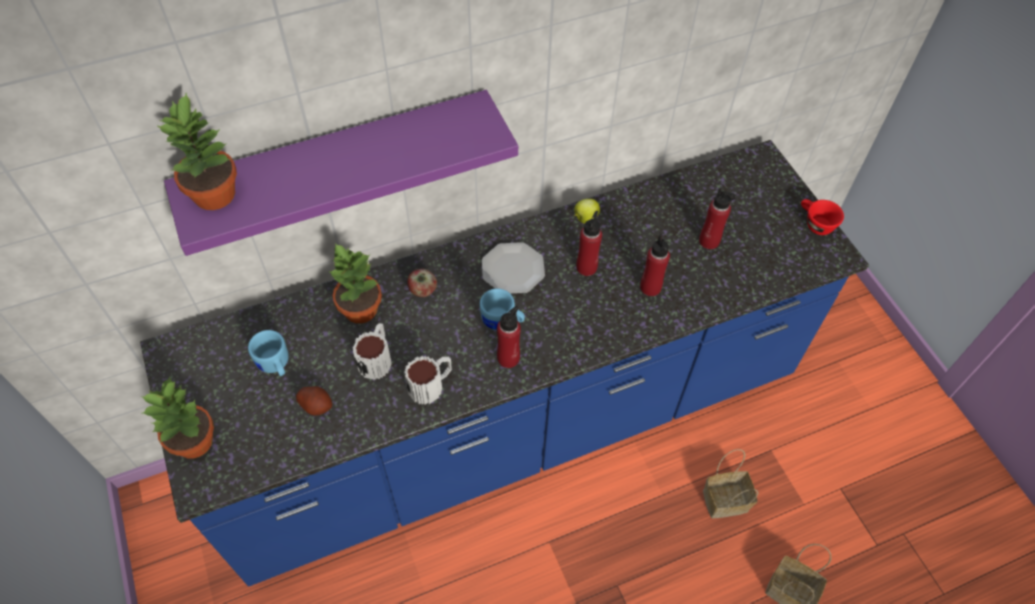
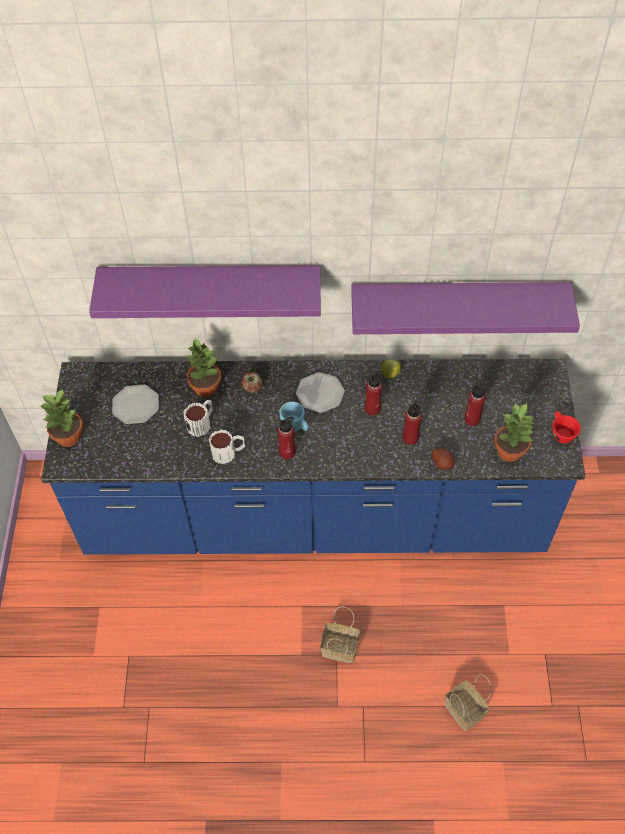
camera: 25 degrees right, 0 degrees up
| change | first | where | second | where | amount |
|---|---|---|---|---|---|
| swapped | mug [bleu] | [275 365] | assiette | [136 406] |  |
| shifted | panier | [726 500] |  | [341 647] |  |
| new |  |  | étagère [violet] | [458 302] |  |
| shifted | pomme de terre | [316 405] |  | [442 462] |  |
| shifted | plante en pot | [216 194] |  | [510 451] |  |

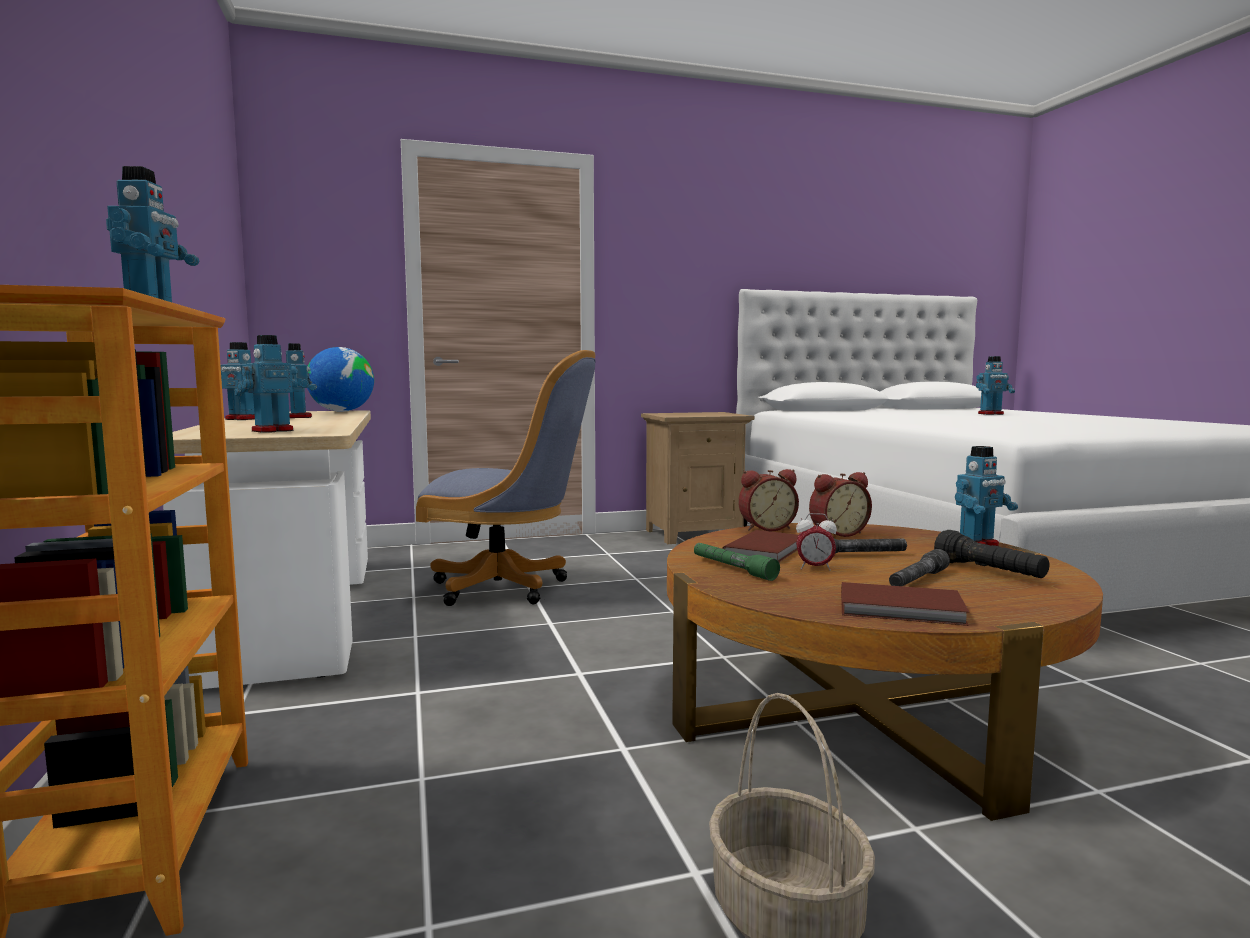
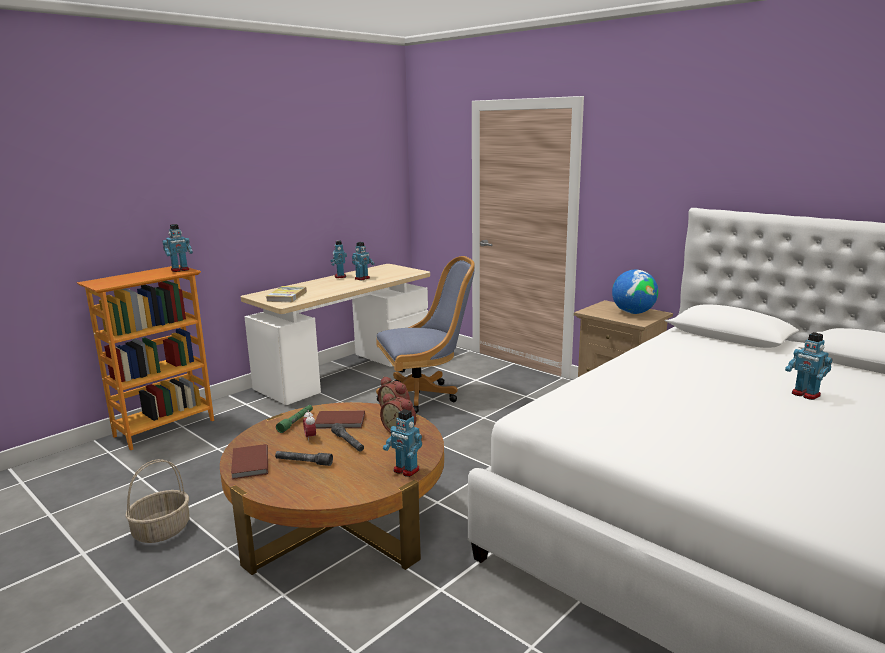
camera: 60 degrees right, 10 degrees up
| change | first | where | second | where | amount |
|---|---|---|---|---|---|
| swapped | robot jouet | [272 431] | livre | [287 296] |  |
| rotated | chaise de bureau [bleu] | [511 589] |  | [424 396] | 90 degrees counterclockwise |
| shifted | globe | [341 411] |  | [633 313] |  |
| gone | lampe de poche [noir] | [989 572] |  |  |  |

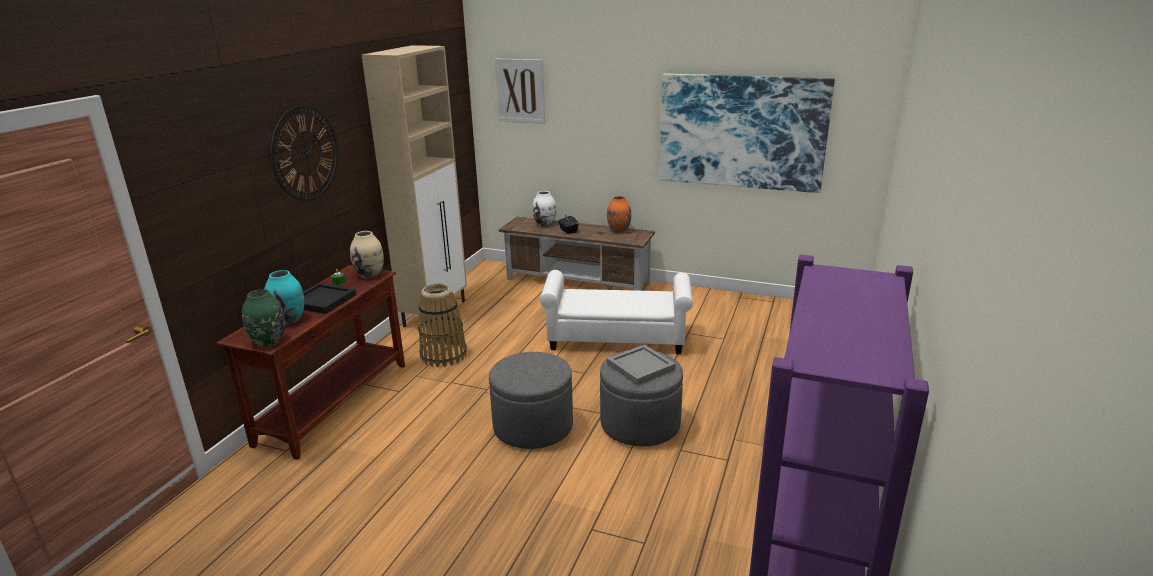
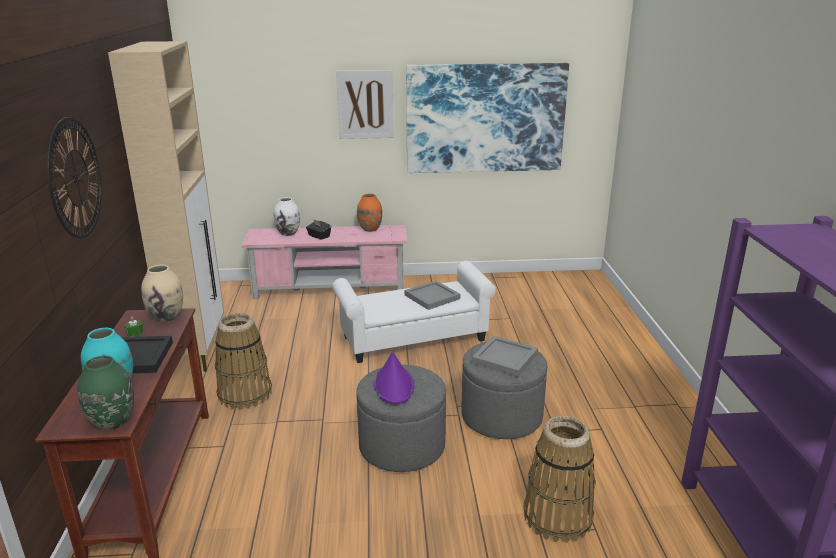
camera: 25 degrees left, 0 degrees up
| change | first | where | second | where | amount |
|---|---|---|---|---|---|
| repainted | meuble télé [marron] | [577 281] | meuble télé [rose] | [330 288] |  |
| shifted | tableau | [520 91] |  | [365 104] |  |
| new |  |  | chapeau [violet] | [393 385] |  |
| new |  |  | plateau [gris] | [432 296] |  |
| new |  |  | panier | [558 517] |  |

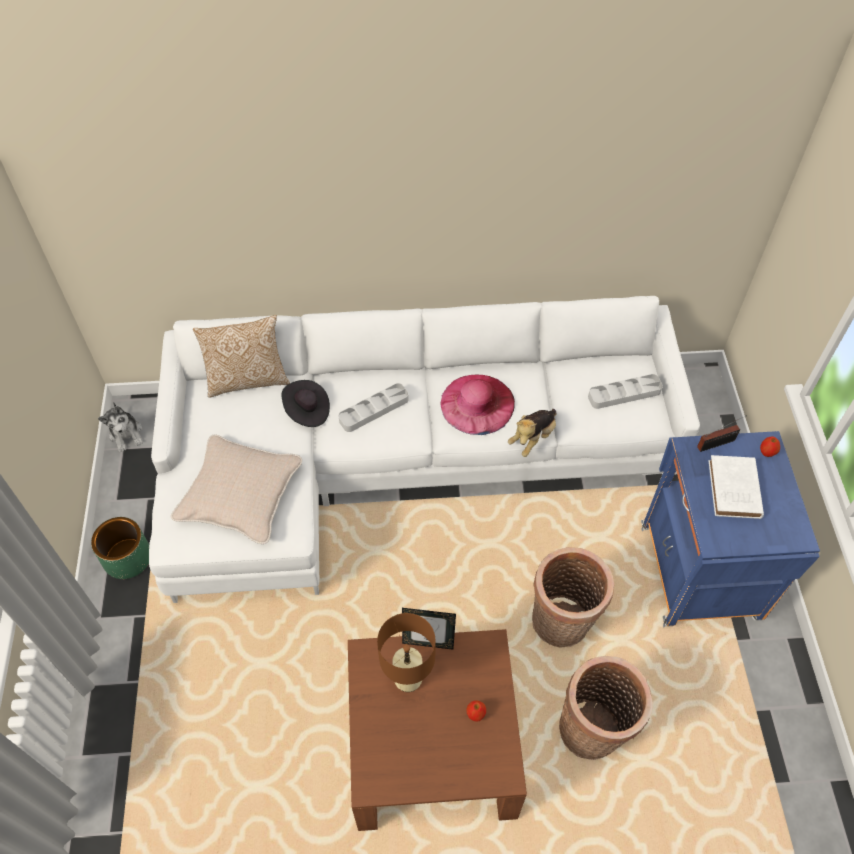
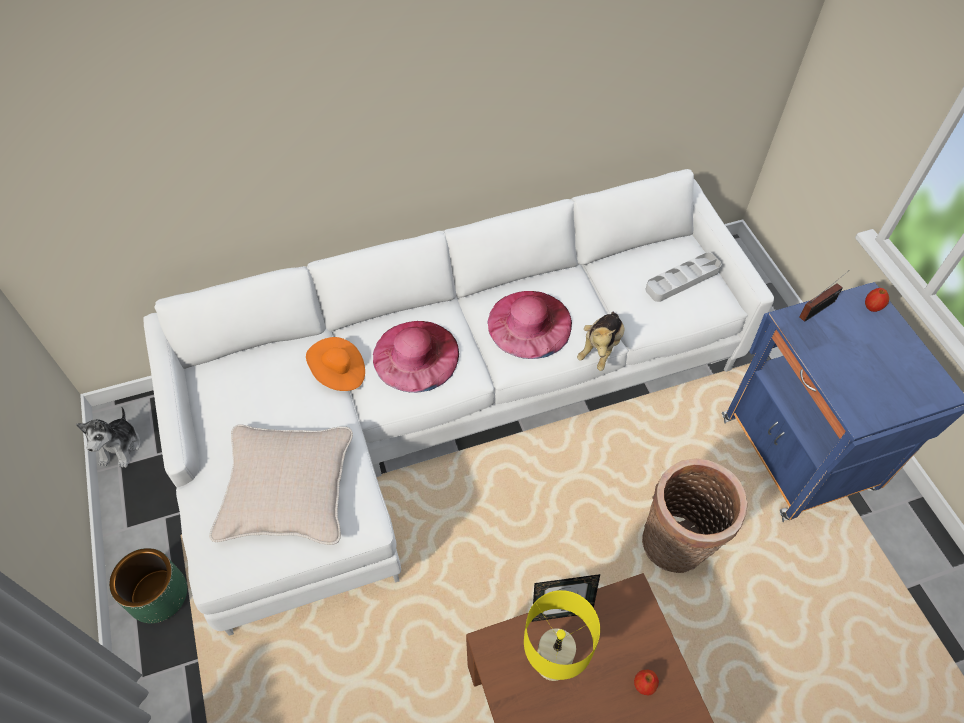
camera: 15 degrees left, 0 degrees up
| change | first | where | second | where | amount |
|---|---|---|---|---|---|
| rotated | peluche | [126 434] |  | [120 447] | 45 degrees clockwise |
| repainted | chapeau [noir] | [307 411] | chapeau [orange] | [338 373] |  |
| swapped | plateau [gris] | [374 410] | chapeau [rose] | [416 355] |  |
| repainted | lampe de table [marron] | [408 680] | lampe de table [jaune] | [553 665] |  |
| gone | coussin | [247 380] |  |  |  |
| gone | panier | [593 731] |  |  |  |
| gone | livre [blanc] | [734 491] |  |  |  |

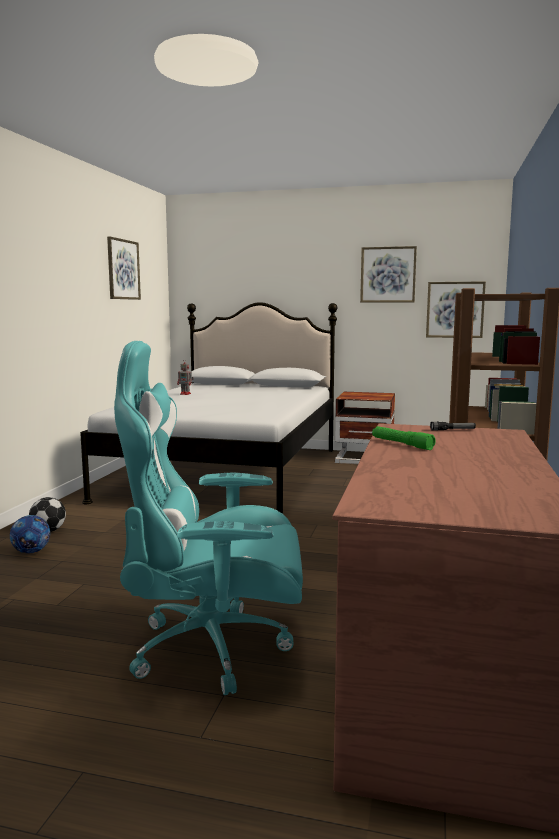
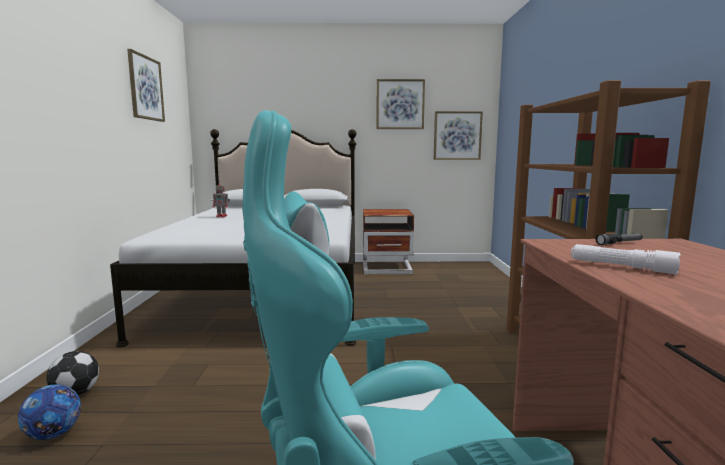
camera: 15 degrees left, 0 degrees up
| change | first | where | second | where | amount |
|---|---|---|---|---|---|
| repainted | lampe de poche [vert] | [402 444] | lampe de poche [blanc] | [621 267] |  |

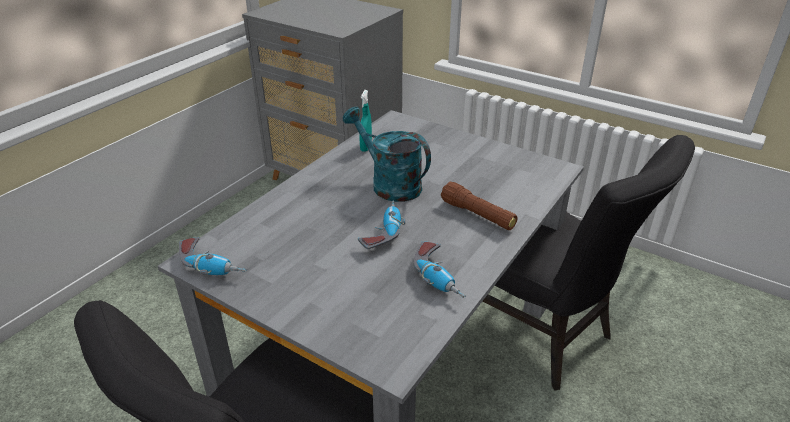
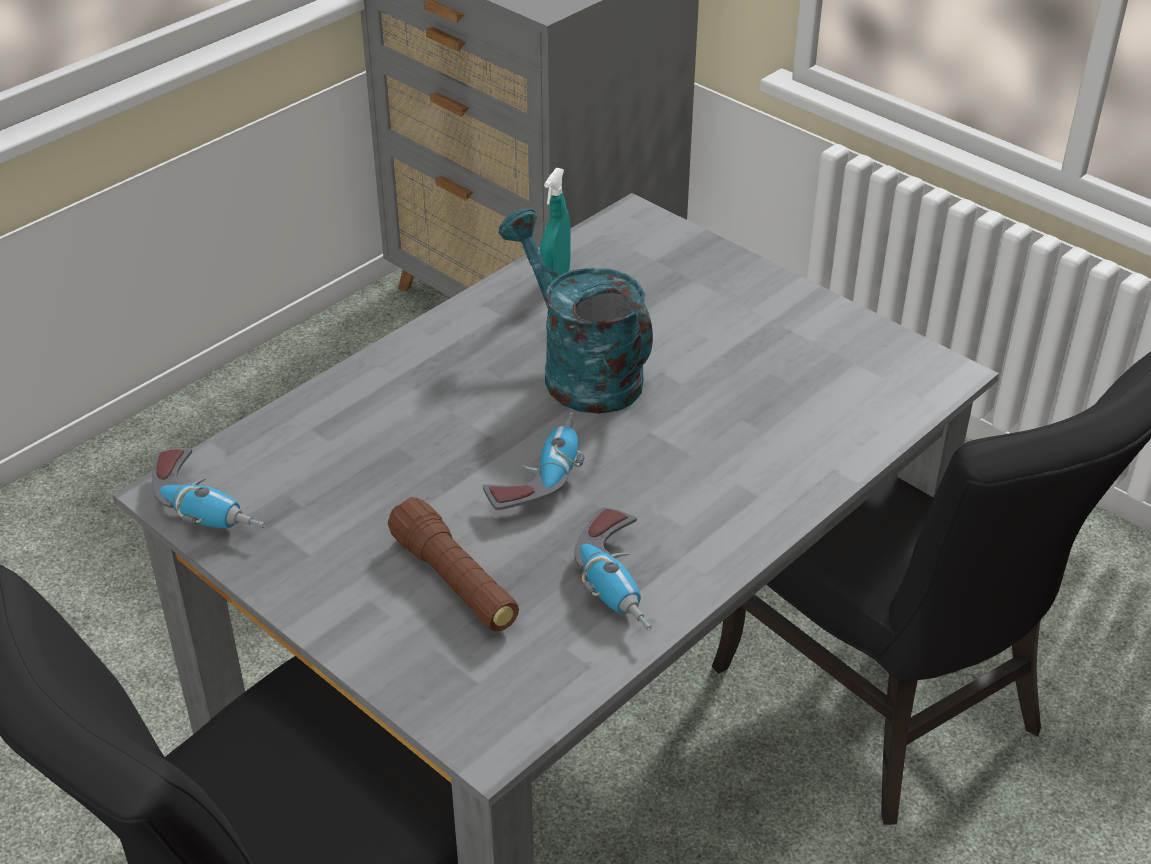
camera: 10 degrees right, 5 degrees up
| change | first | where | second | where | amount |
|---|---|---|---|---|---|
| shifted | lampe de poche [marron] | [477 215] |  | [454 581] |  |

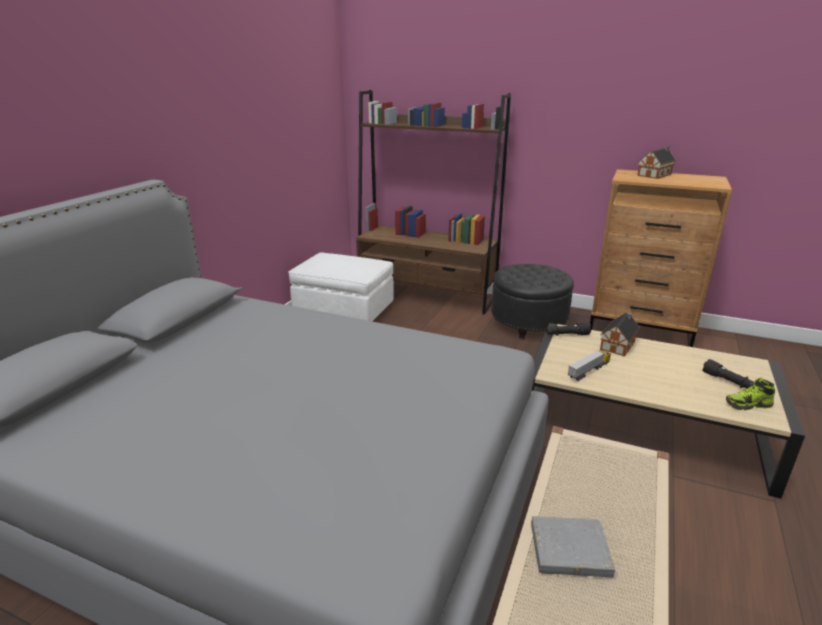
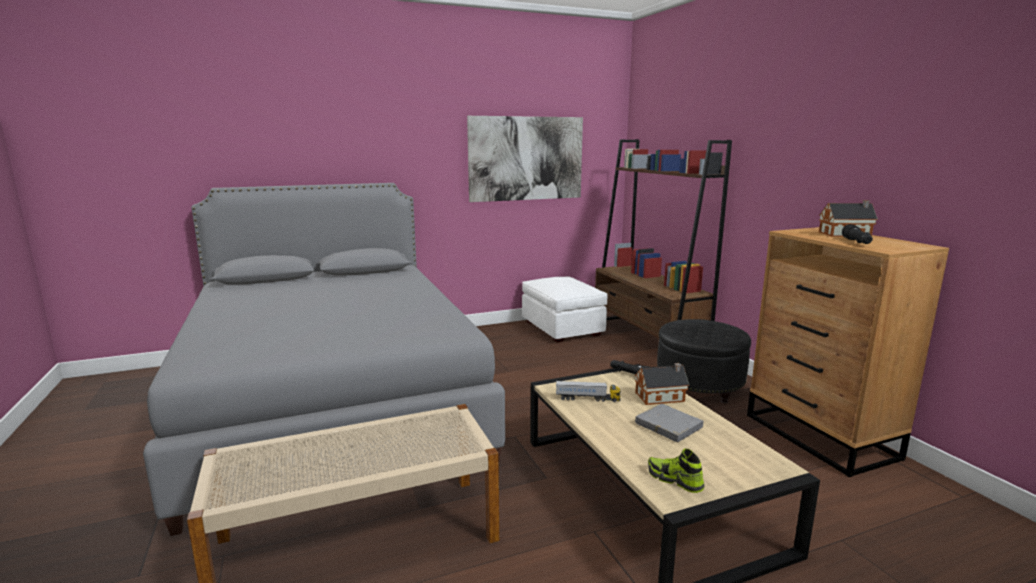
camera: 45 degrees right, 10 degrees down
| change | first | where | second | where | amount |
|---|---|---|---|---|---|
| new |  |  | tableau | [526 158] |  |
| shifted | livre [gris] | [569 550] |  | [668 426] |  |
| shifted | lampe de poche [noir] | [728 382] |  | [857 242] |  |

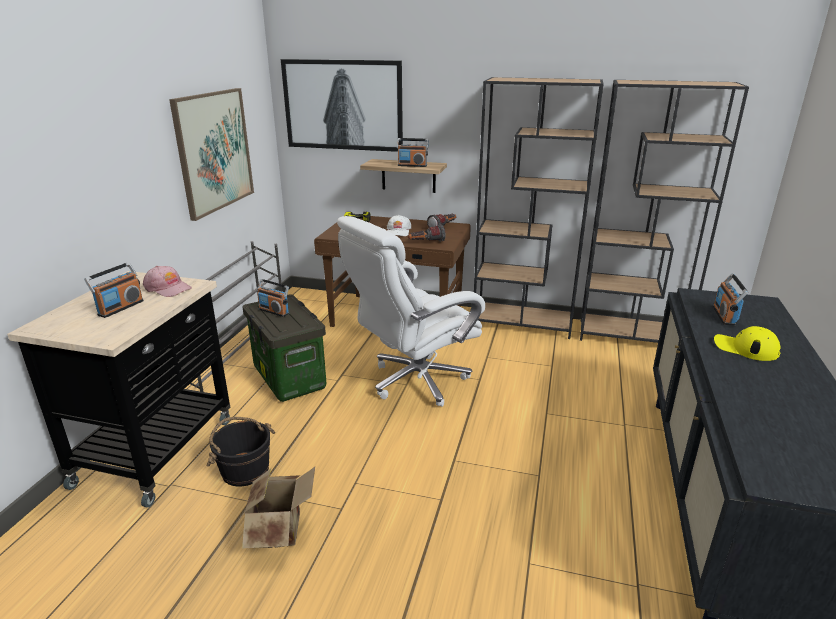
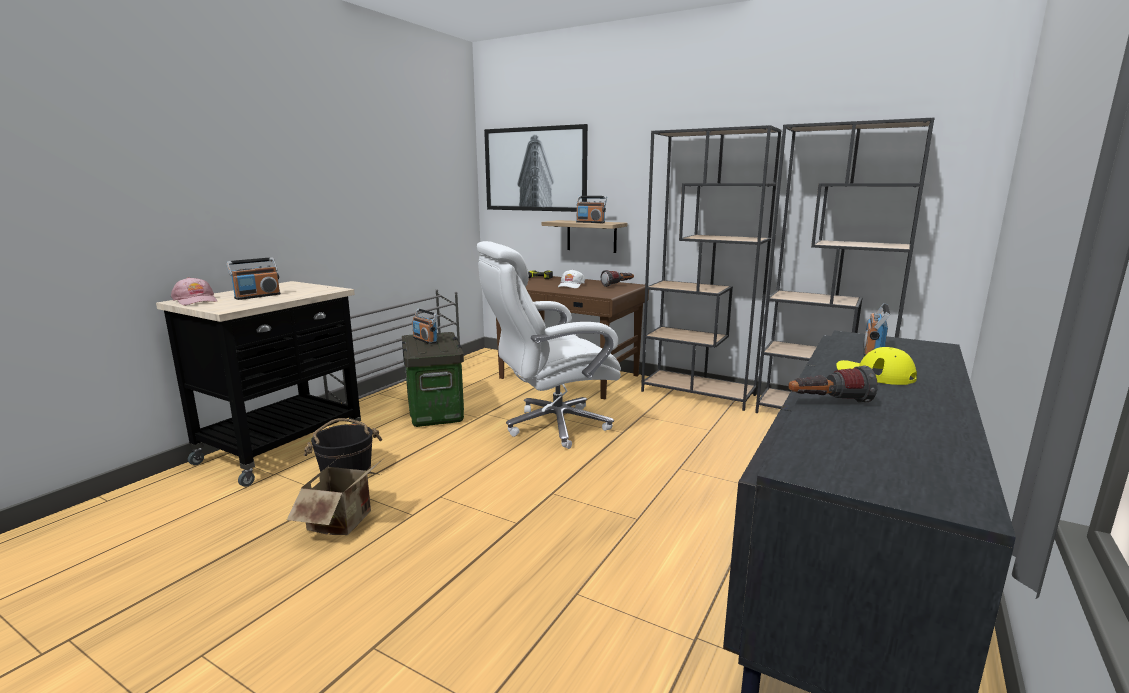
camera: 15 degrees right, 10 degrees down
| change | first | where | second | where | amount |
|---|---|---|---|---|---|
| shifted | casquette [rose] | [168 288] |  | [196 300] |  |
| shifted | lampe de poche | [426 243] |  | [827 403] |  |
| gone | tableau | [214 151] |  |  |  |

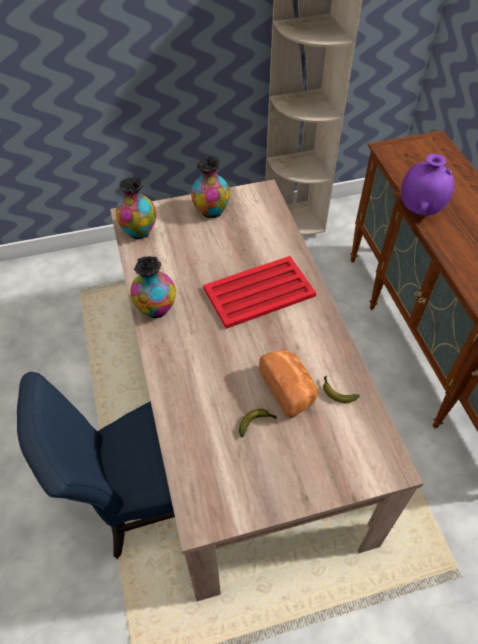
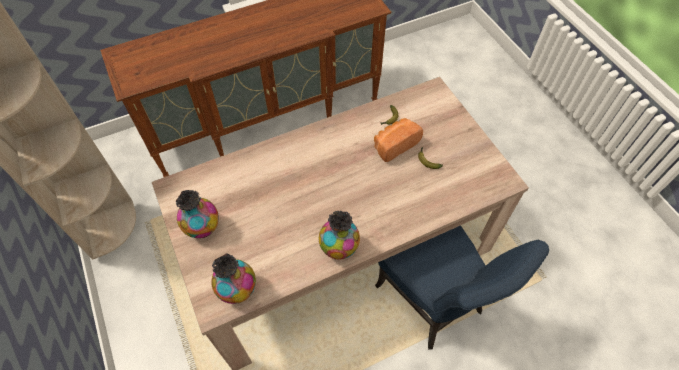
camera: 100 degrees left, 5 degrees up
| change | first | where | second | where | amount |
|---|---|---|---|---|---|
| gone | plateau [rouge] | [260 292] |  |  |  |
| gone | vase [violet] | [420 209] |  |  |  |

